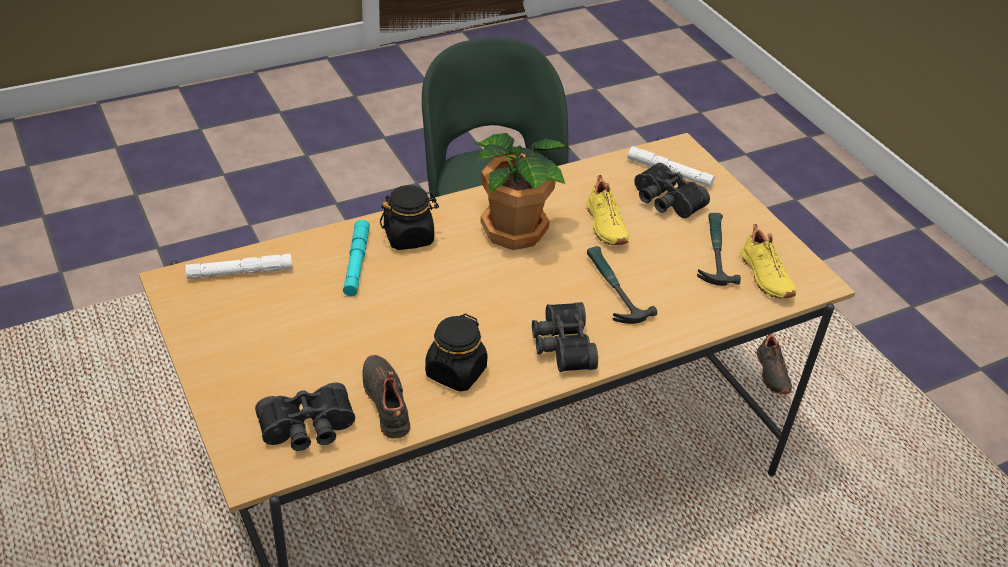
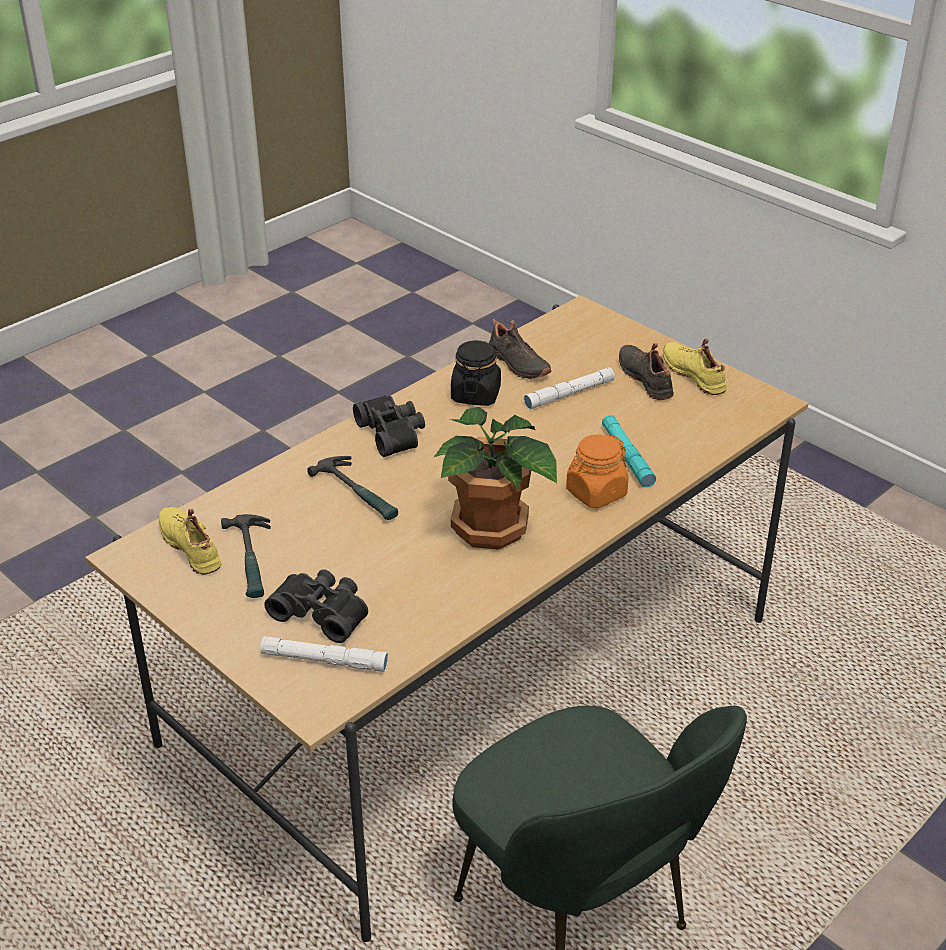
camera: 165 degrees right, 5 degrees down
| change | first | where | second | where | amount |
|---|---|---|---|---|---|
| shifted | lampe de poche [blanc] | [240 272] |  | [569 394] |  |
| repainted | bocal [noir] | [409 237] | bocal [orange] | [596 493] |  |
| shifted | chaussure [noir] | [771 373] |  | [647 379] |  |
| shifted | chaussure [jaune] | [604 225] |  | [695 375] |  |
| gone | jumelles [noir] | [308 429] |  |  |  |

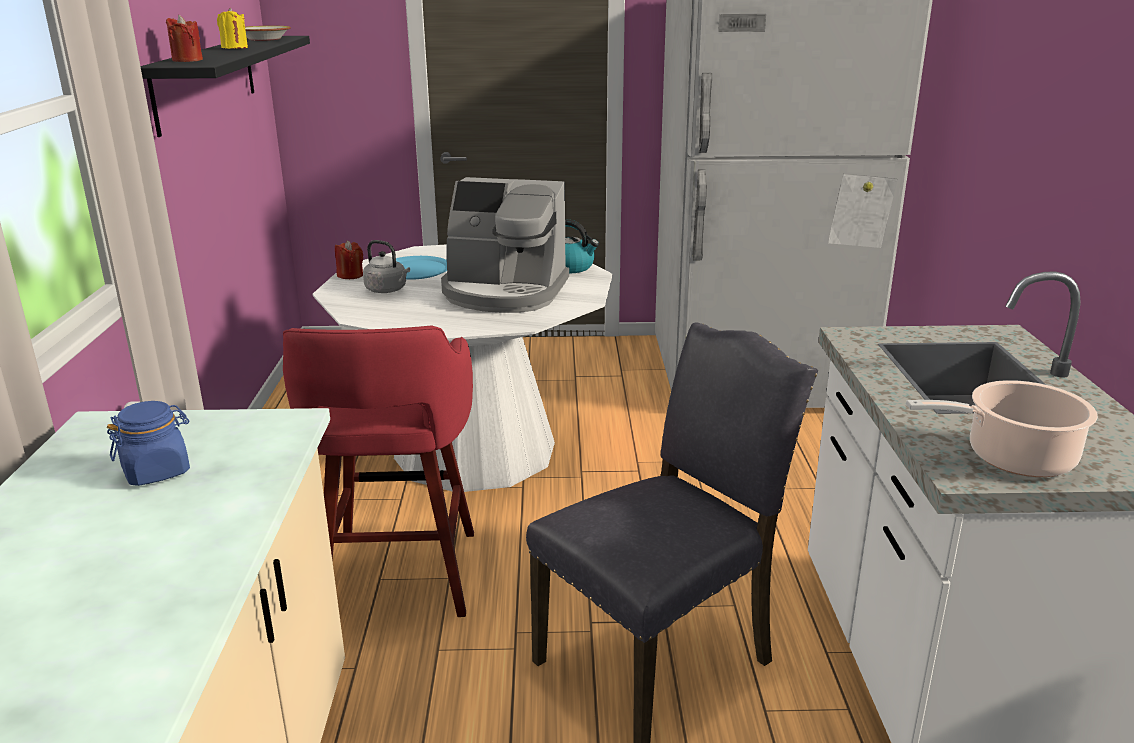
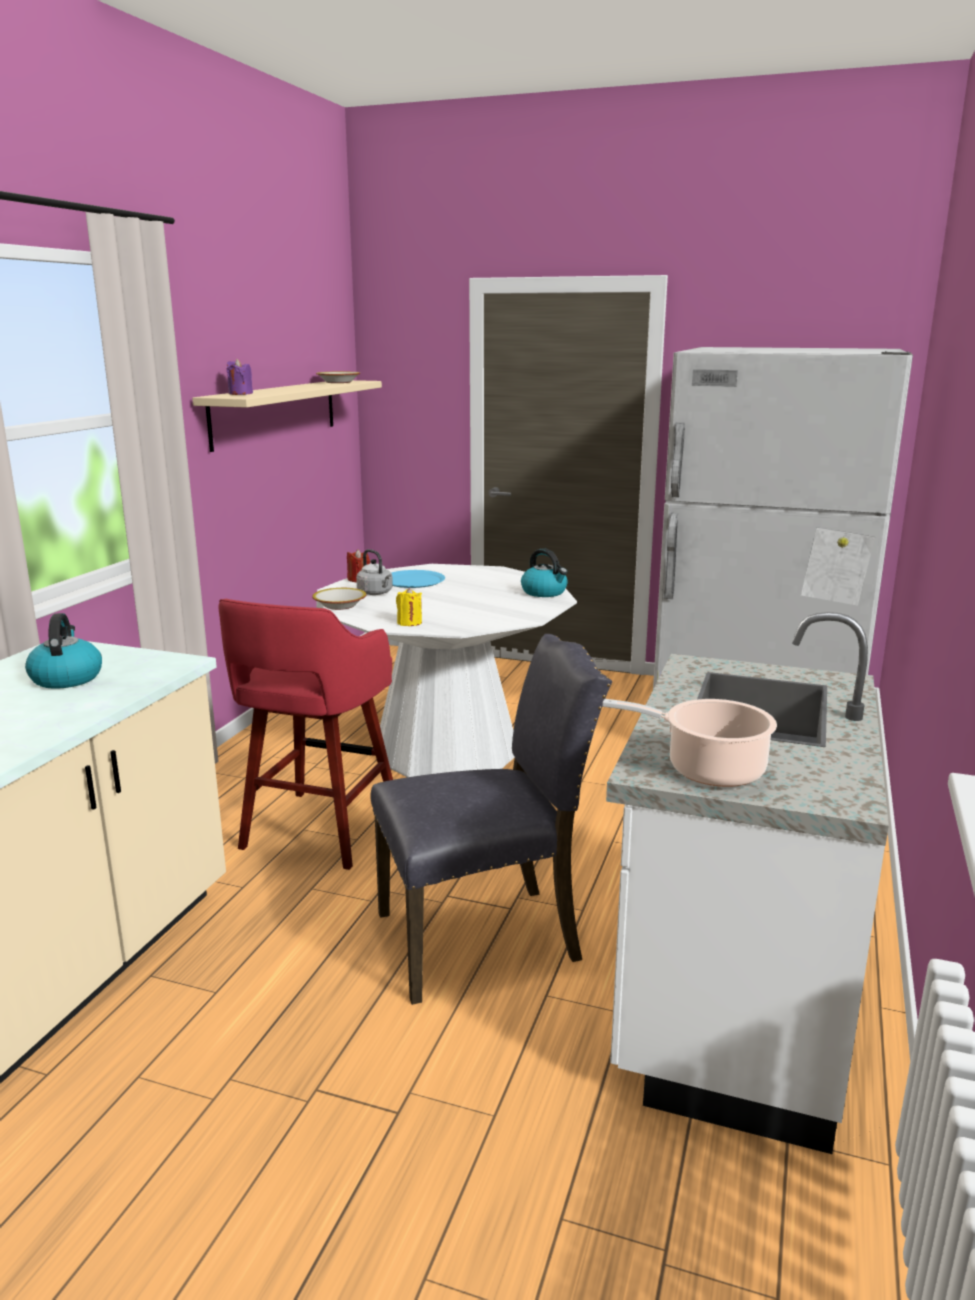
camera: 20 degrees right, 5 degrees down
| change | first | where | second | where | amount |
|---|---|---|---|---|---|
| swapped | bocal [bleu] | [157 471] | bouilloire | [66 678] |  |
| repainted | étagère [noir] | [206 81] | étagère [beige] | [275 412] |  |
| repainted | bougie [rouge] | [187 60] | bougie [violet] | [240 394] |  |
| new |  |  | bol | [339 605] |  |
| shifted | bougie [jaune] | [234 48] |  | [409 623] |  |
| gone | machine à café | [504 293] |  |  |  |

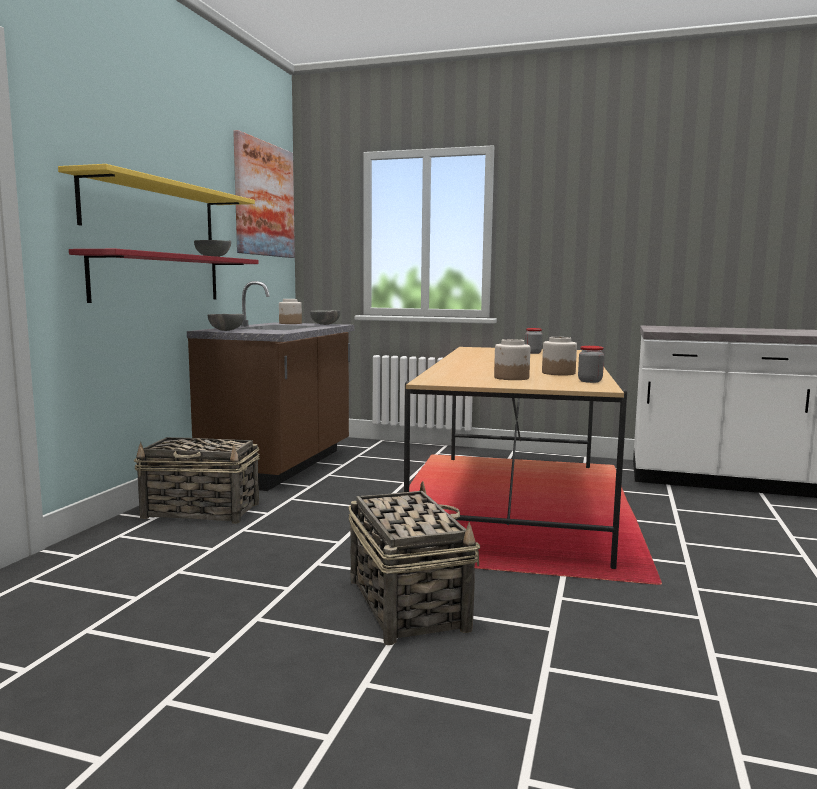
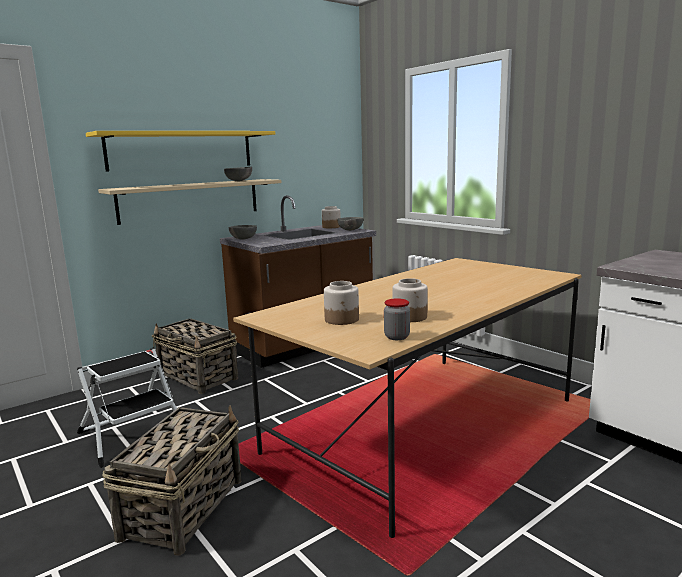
camera: 35 degrees right, 5 degrees up
| change | first | where | second | where | amount |
|---|---|---|---|---|---|
| new |  |  | escabeau | [131 434] |  |
| repainted | étagère [rouge] | [158 278] | étagère [beige] | [190 200] |  |
| gone | tableau | [264 199] |  |  |  |
| gone | bocal | [533 353] |  |  |  |

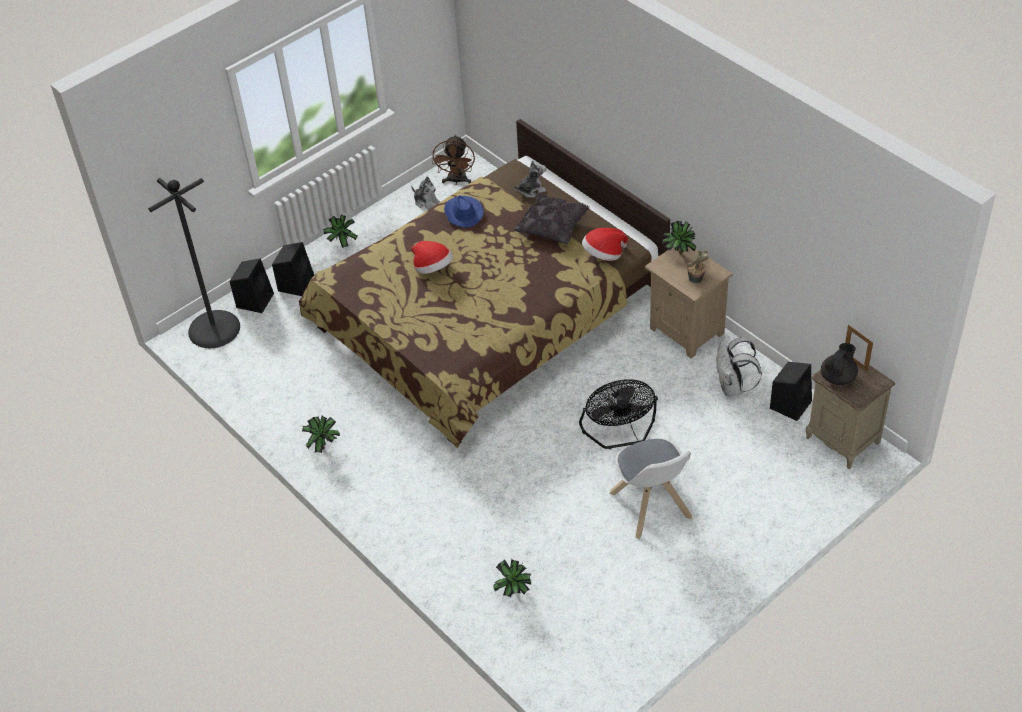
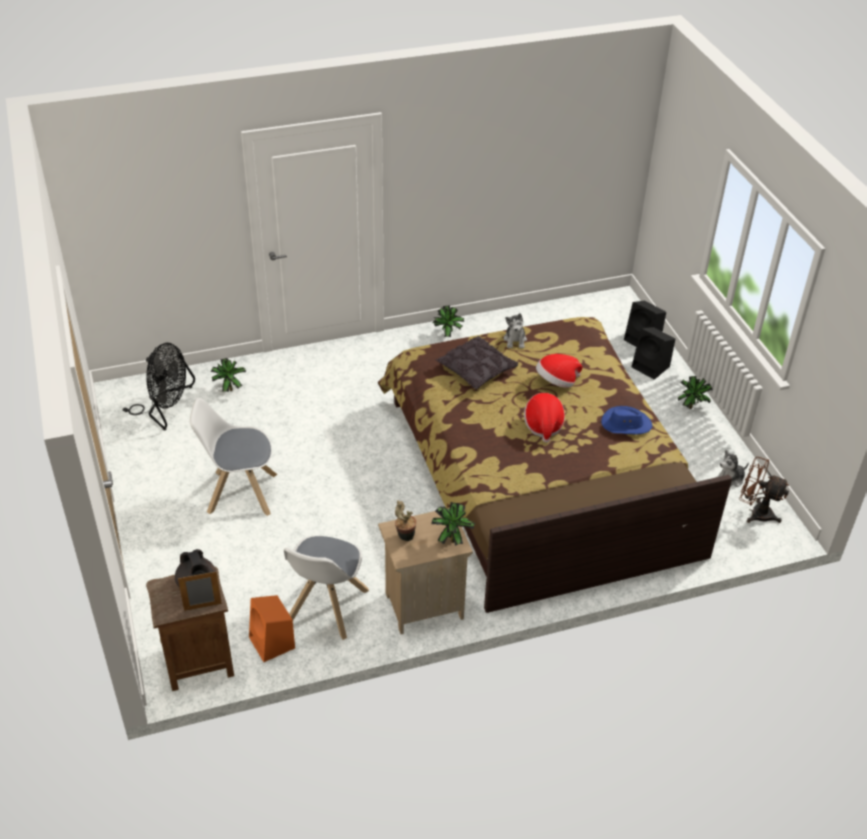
camera: 110 degrees right, 5 degrees down
| change | first | where | second | where | amount |
|---|---|---|---|---|---|
| shifted | ventilateur [noir] | [624 437] |  | [164 407] |  |
| repainted | enceinte [noir] | [791 403] | enceinte [orange] | [273 643] |  |
| swapped | sac à dos [blanc] | [733 387] | chaise | [326 608] |  |
| shifted | coussin [noir] | [552 225] |  | [476 369] |  |
| shifted | peluche | [531 190] |  | [515 340] |  |
| shifted | chapeau | [604 255] |  | [543 425] |  |
| gone | portant [noir] | [214 329] |  |  |  |

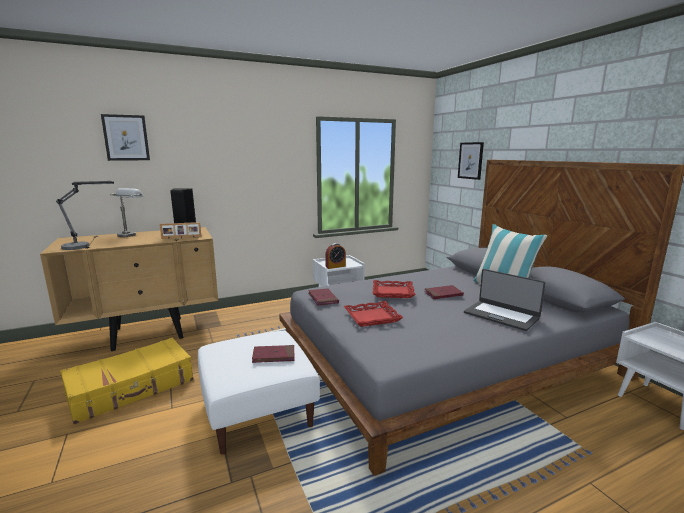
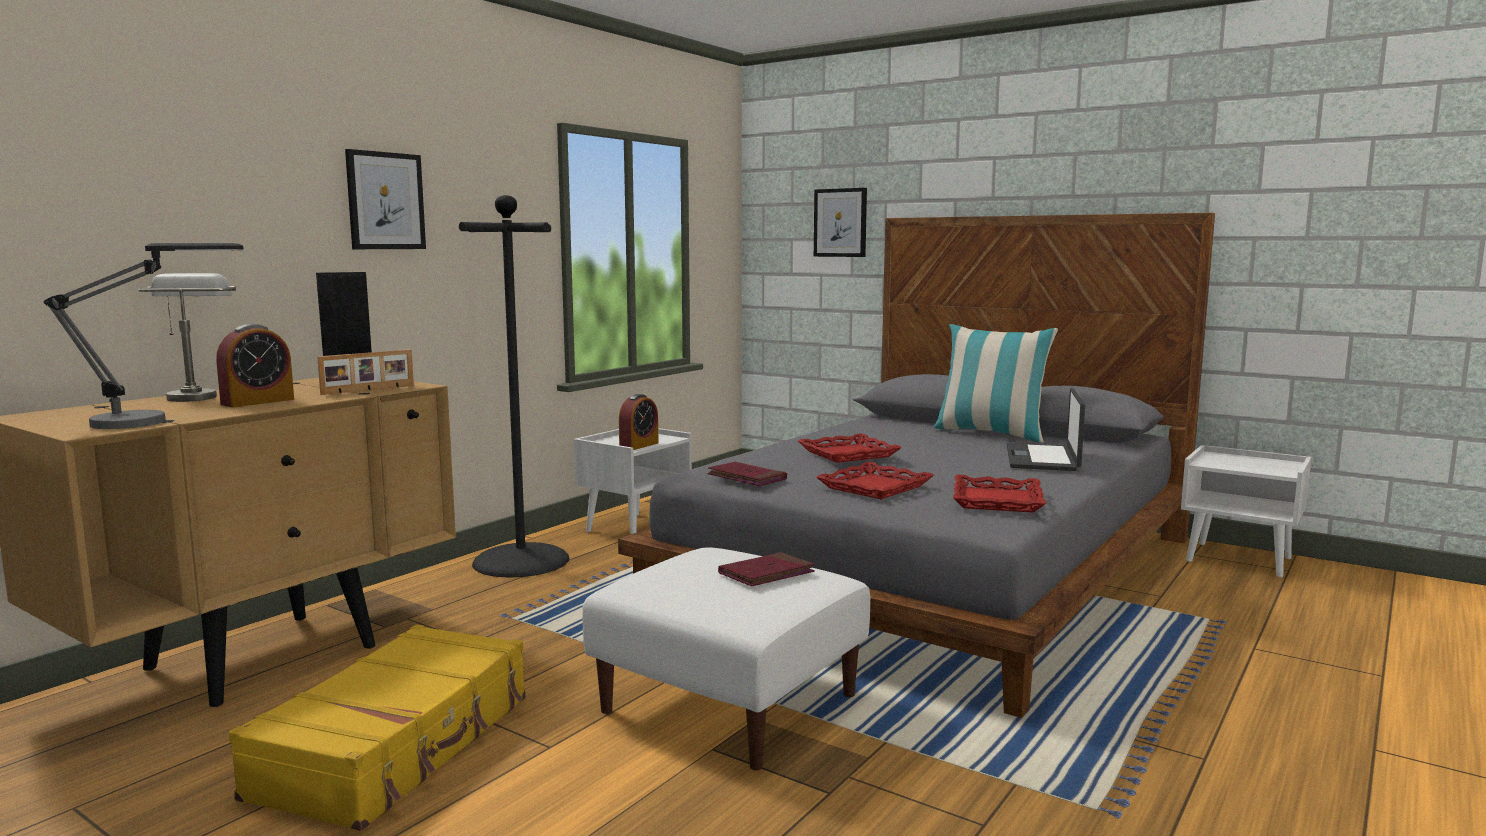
camera: 30 degrees left, 5 degrees down
| change | first | where | second | where | amount |
|---|---|---|---|---|---|
| new |  |  | réveil | [258 402] |  |
| shifted | tableau | [126 138] |  | [385 201] |  |
| new |  |  | portant [noir] | [521 561] |  |
| new |  |  | plateau [rouge] | [996 500] |  |
| rotated | ordinateur portable | [501 315] |  | [1043 458] | 90 degrees clockwise |
| gone | livre [rouge] | [443 294] |  |  |  |

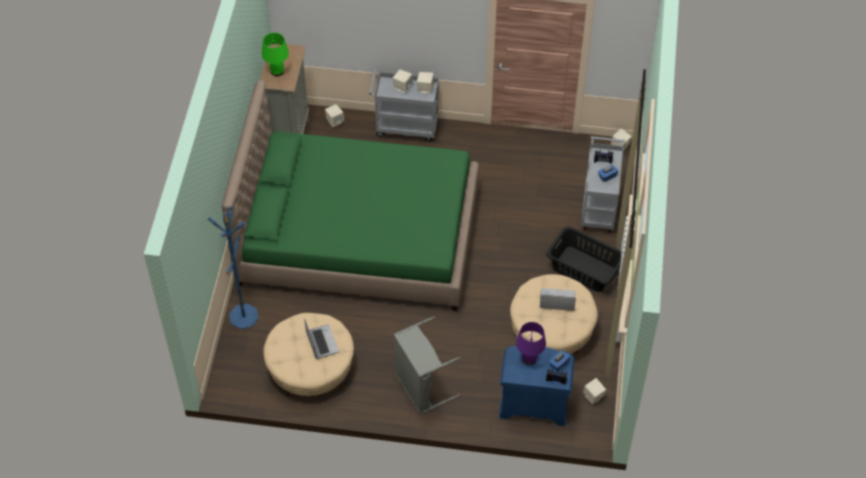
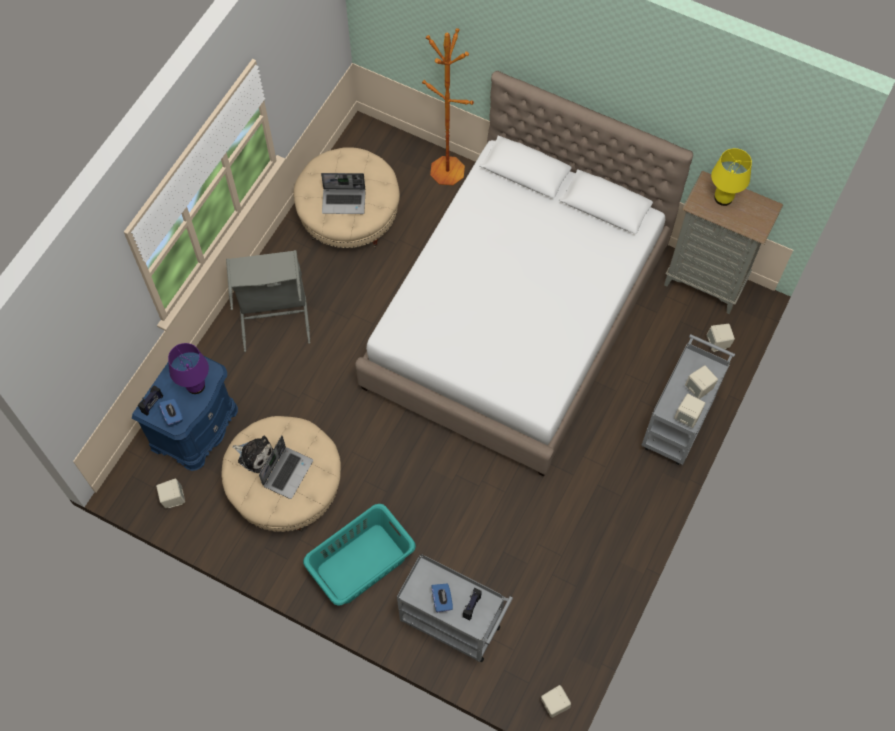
camera: 110 degrees right, 10 degrees up
| change | first | where | second | where | amount |
|---|---|---|---|---|---|
| new |  |  | peluche | [254 455] |  |
| repainted | panier à linge [noir] | [584 269] | panier à linge [turquoise] | [360 563] |  |
| repainted | lit [vert] | [358 236] | lit [blanc] | [517 316] |  |
| repainted | portant [bleu] | [243 316] | portant [orange] | [447 170] |  |
| repainted | lampe de table [vert] | [277 71] | lampe de table [jaune] | [723 198] |  |

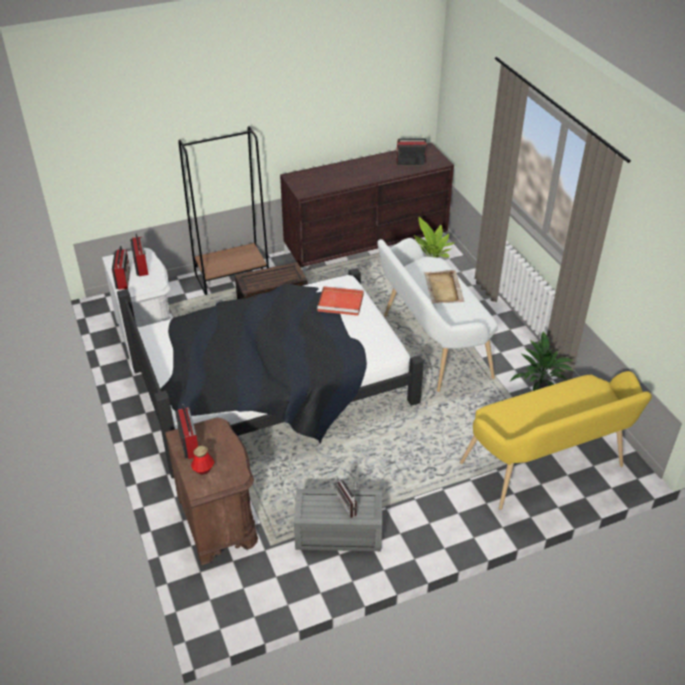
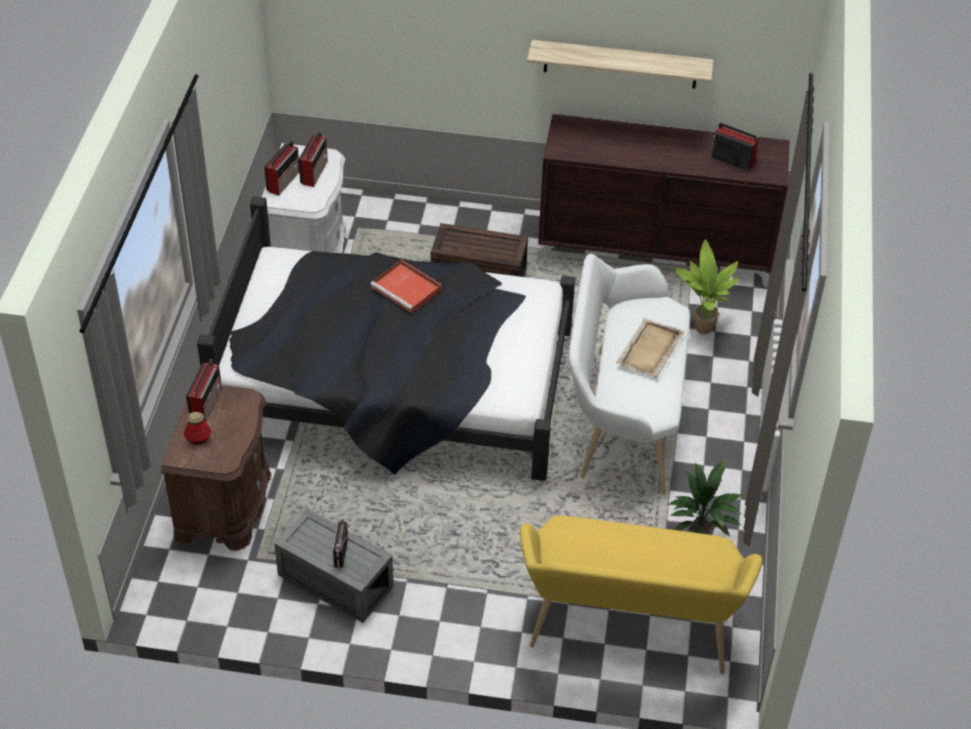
camera: 30 degrees right, 5 degrees up
| change | first | where | second | where | amount |
|---|---|---|---|---|---|
| shifted | plateau [rouge] | [341 302] |  | [407 289] |  |
| new |  |  | étagère | [620 64] |  |
| gone | portant | [232 277] |  |  |  |

